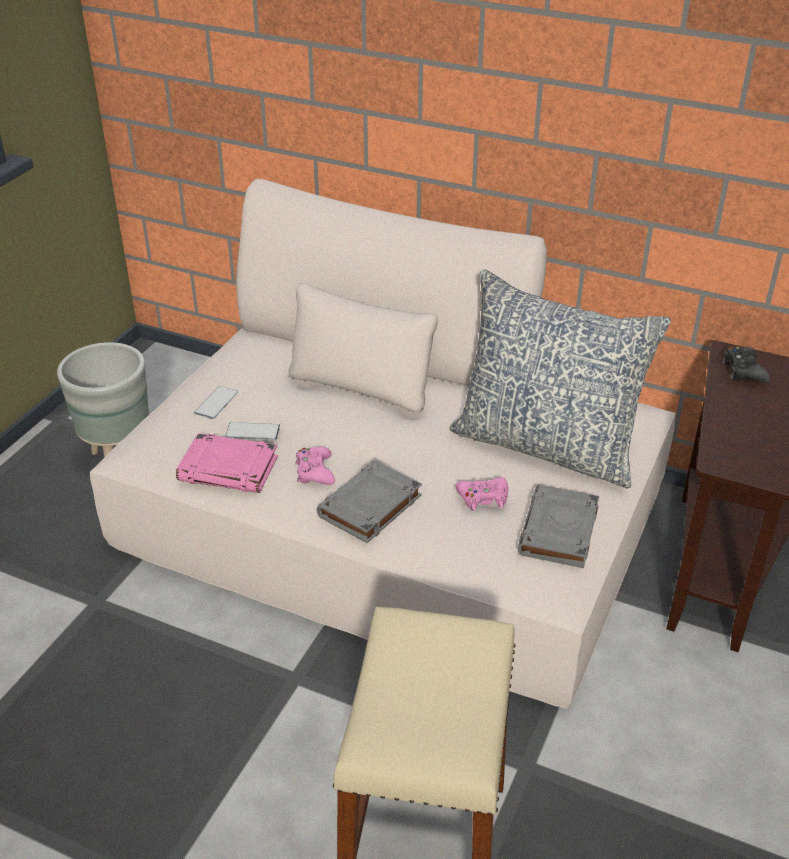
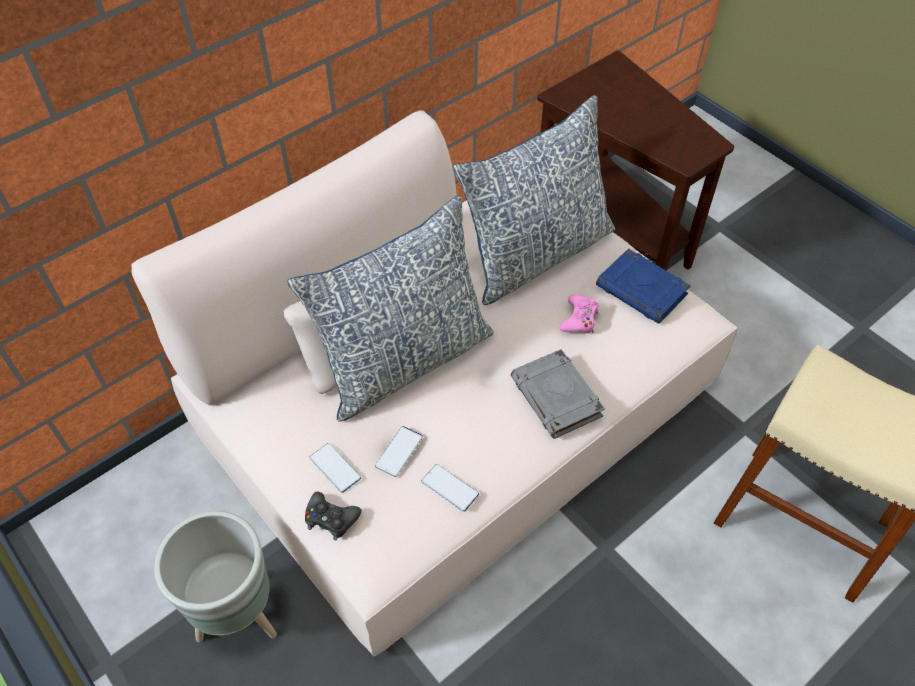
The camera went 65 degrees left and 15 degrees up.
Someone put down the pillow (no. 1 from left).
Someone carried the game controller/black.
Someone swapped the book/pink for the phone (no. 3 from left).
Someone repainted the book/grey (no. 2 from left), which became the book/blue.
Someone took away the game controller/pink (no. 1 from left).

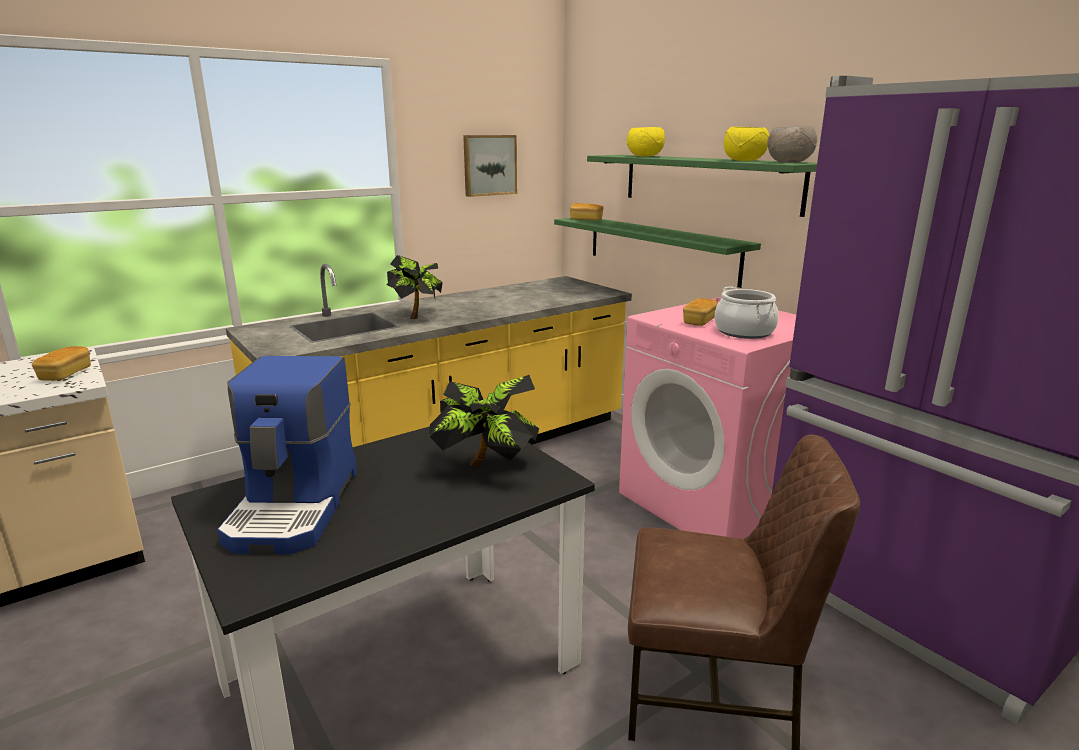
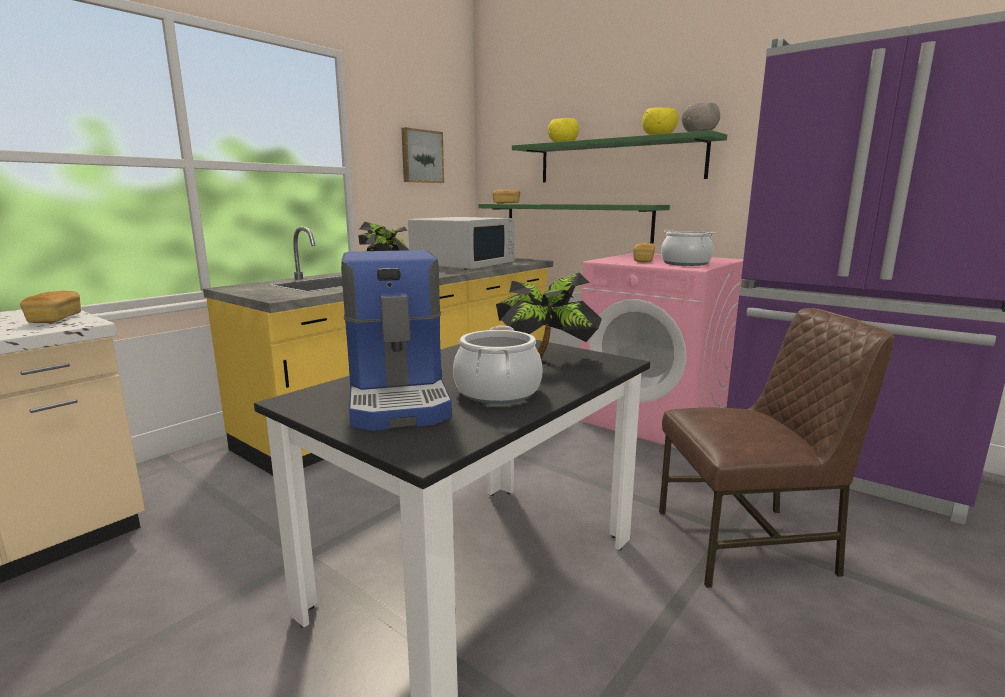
The camera went 15 degrees left and 5 degrees down.
Someone put down the microwave/white.
Someone put down the cooking pot (no. 1 from left).

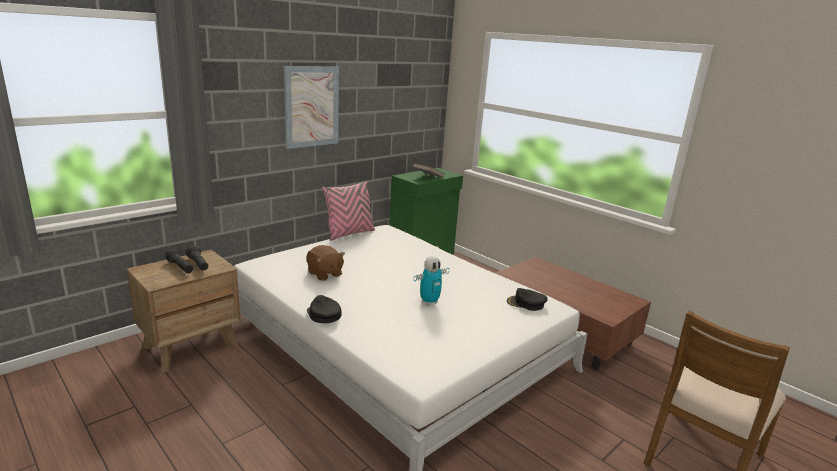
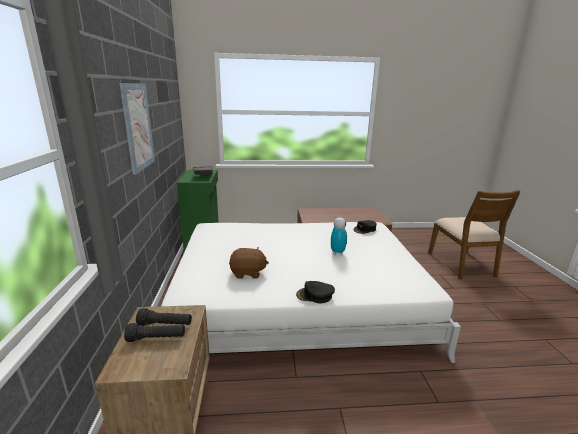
The camera went 50 degrees left and 0 degrees up.
Someone took away the pillow/pink.

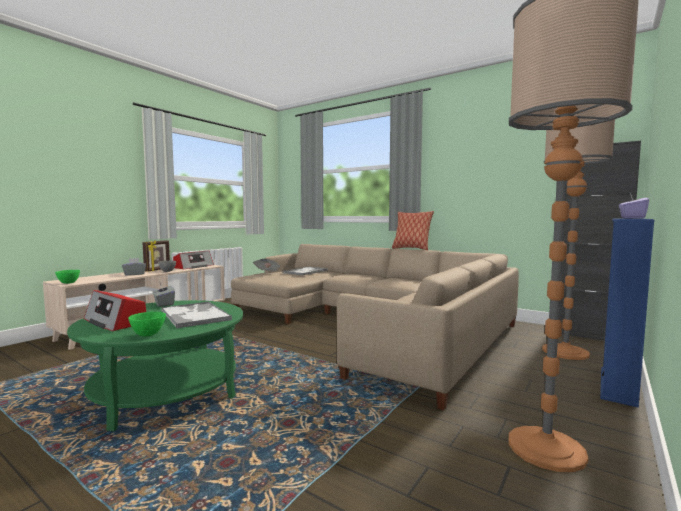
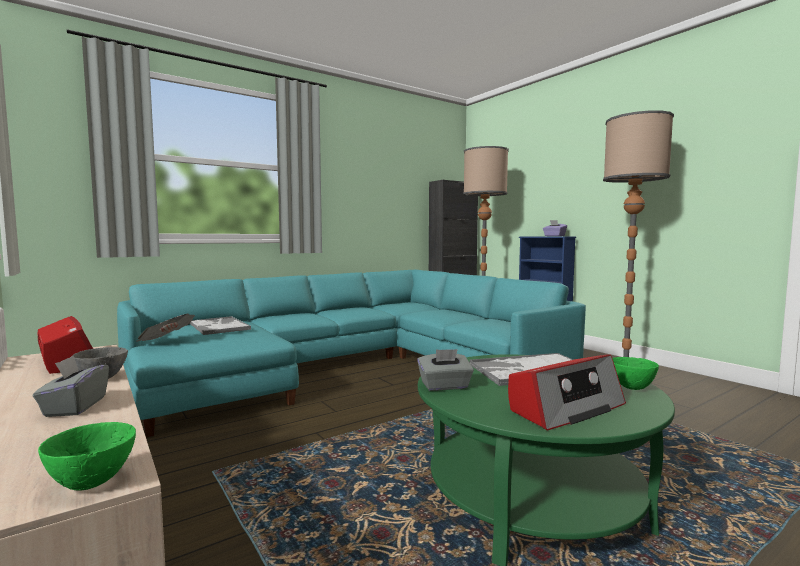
The camera went 70 degrees left and 0 degrees up.
Someone repainted the sofa/beige, which became the sofa/turquoise.
Someone took away the picture frame.
Someone took away the pillow.

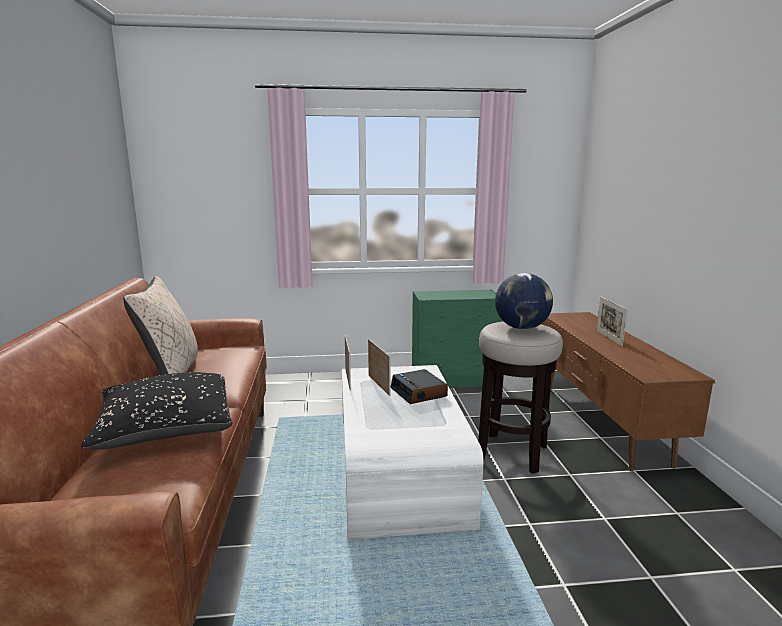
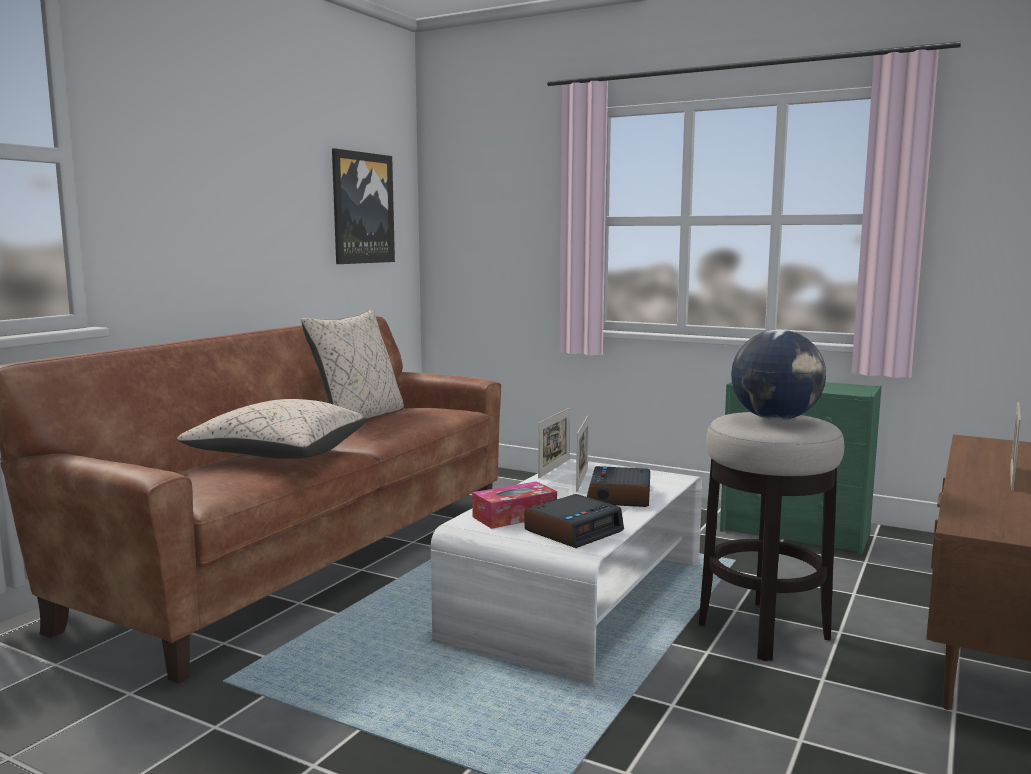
The camera went 35 degrees right and 5 degrees down.
Someone repainted the pillow/black, which became the pillow/beige (no. 1 from left).
Someone put up the picture.
Someone put down the tissue box.
Someone put down the alarm clock (no. 1 from left).

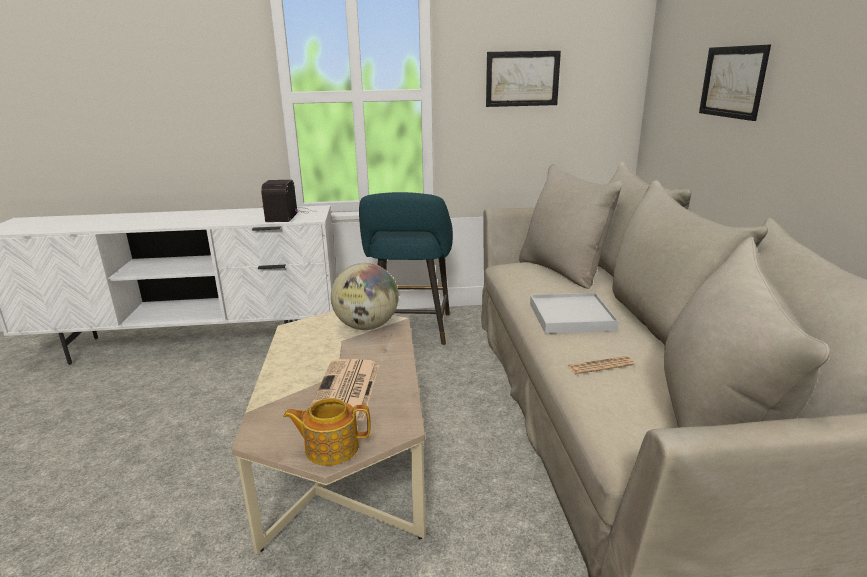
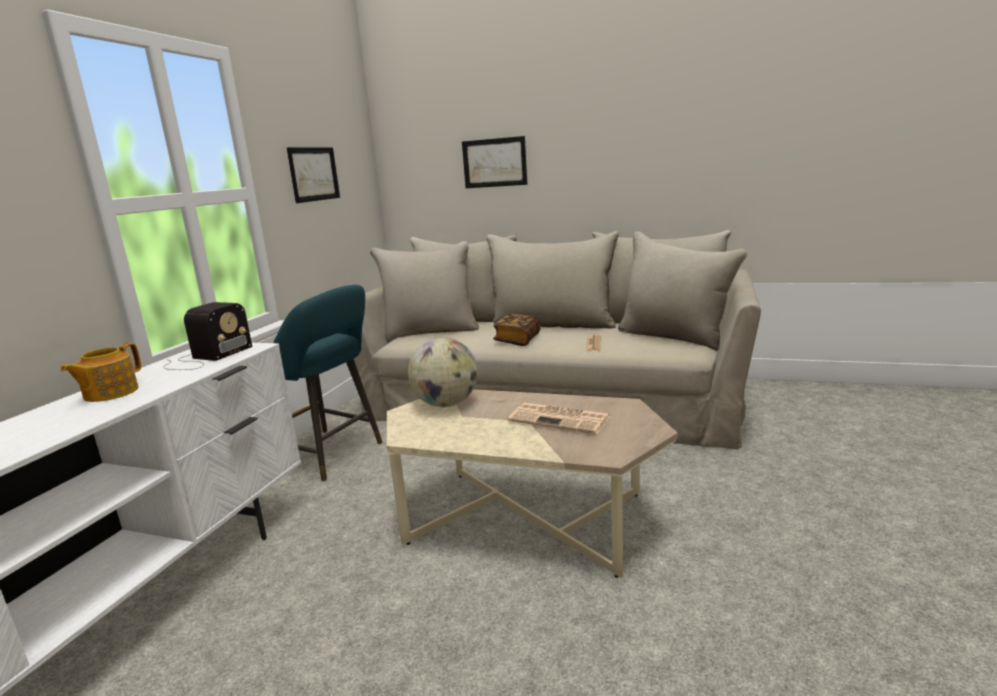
The camera went 65 degrees left and 5 degrees down.
Someone carried the teapot.
Someone rotated the radio by 90 degrees counterclockwise.
Someone swapped the tray/white for the book.

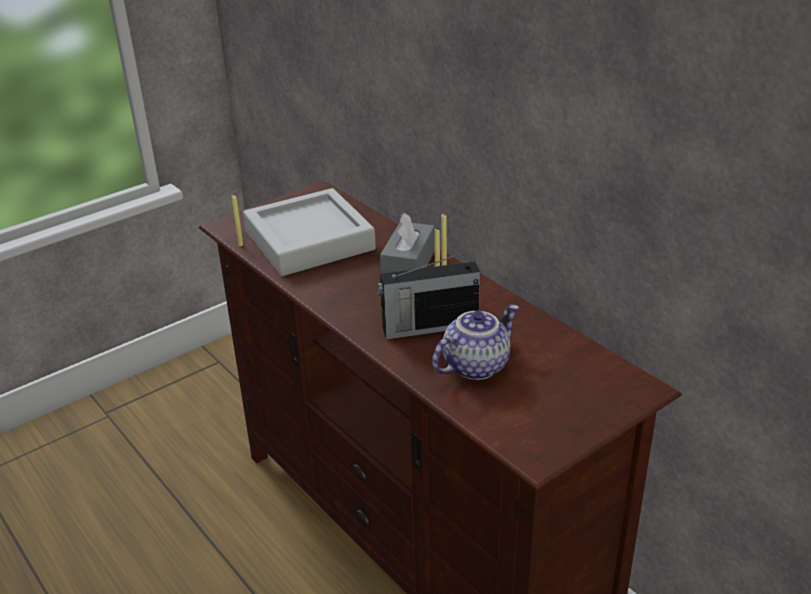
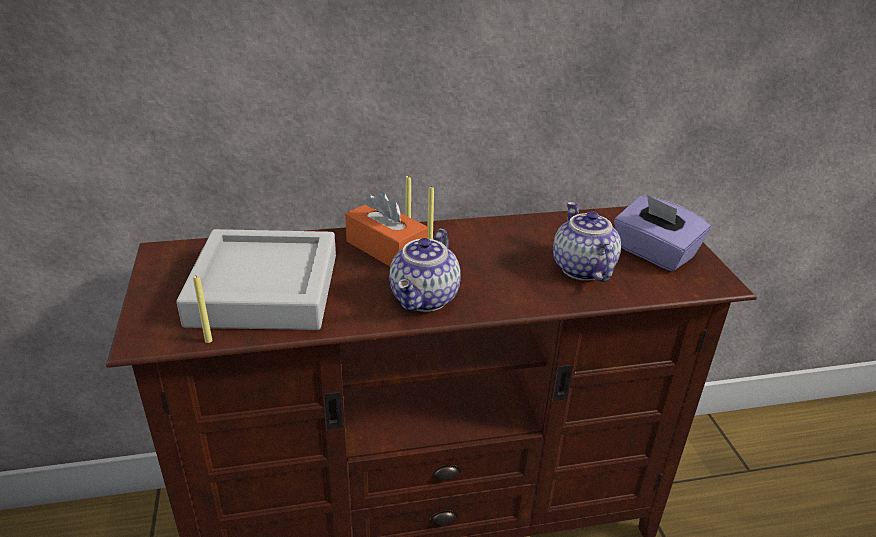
The camera went 65 degrees left and 0 degrees up.
Someone repainted the tissue box/grey, which became the tissue box/orange.
Someone put down the teapot (no. 1 from left).
Someone put down the tissue box/purple.
Someone took away the radio.

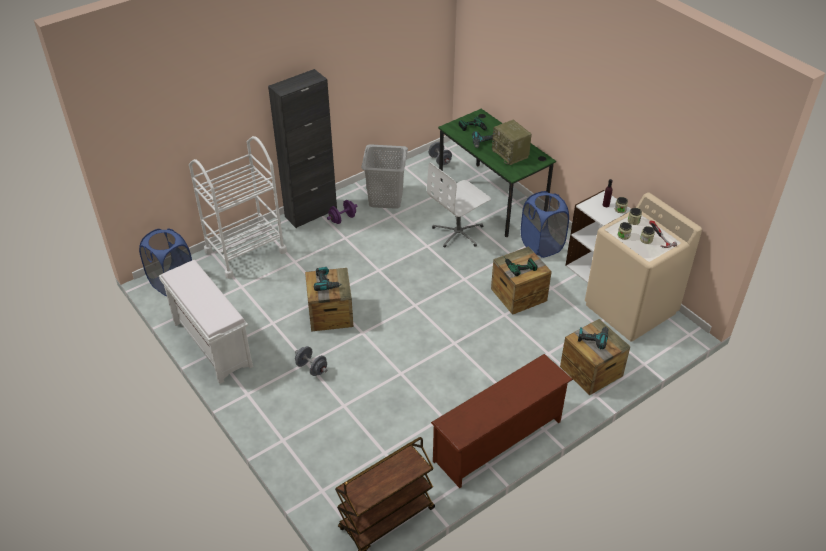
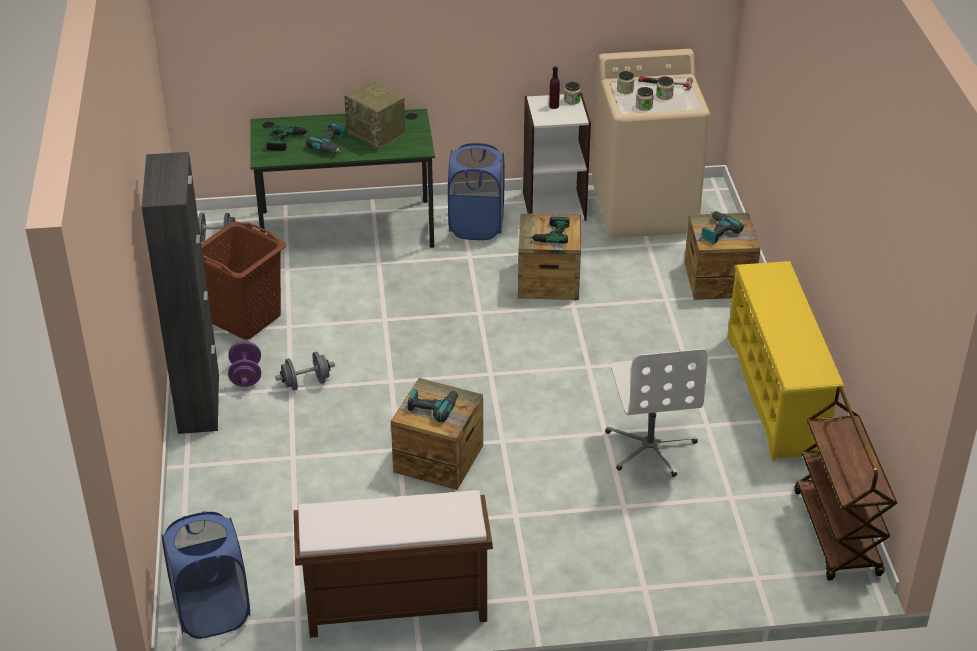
The camera went 60 degrees left and 5 degrees down.
Someone repainted the laundry basket/grey, which became the laundry basket/brown.
Someone carried the dumbbell/grey (no. 1 from left in the first image).
Someone repainted the bench/white, which became the bench/brown.
Someone rotated the radio by 45 degrees clockwise.
Someone carried the office chair/white.
Someone repainted the shoe rack/brown, which became the shoe rack/yellow.
Someone took away the cart/white.

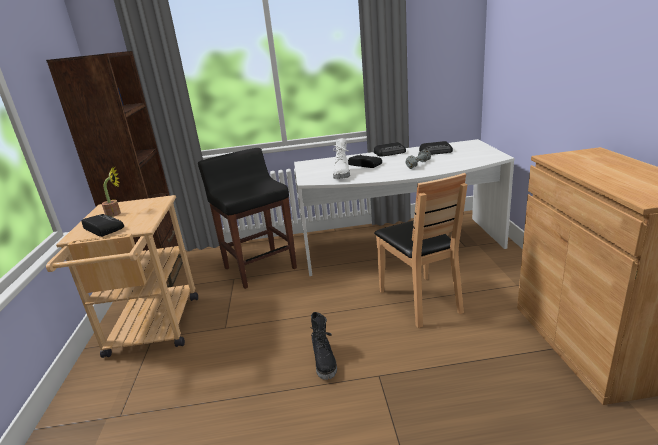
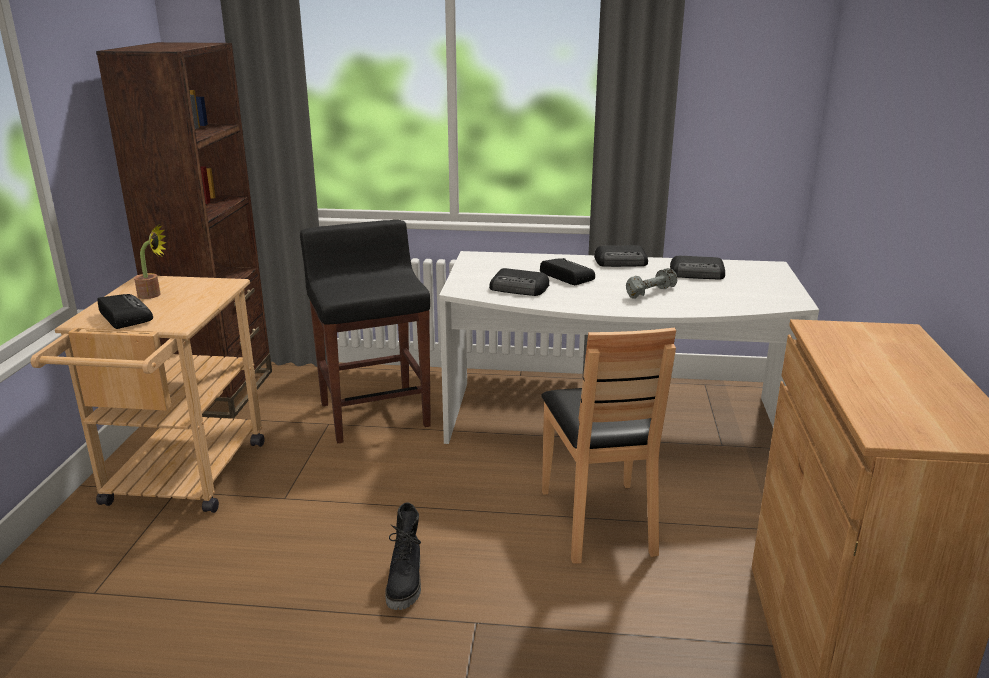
The camera went 10 degrees right and 0 degrees up.
Someone swapped the boot/white for the radio (no. 2 from left).

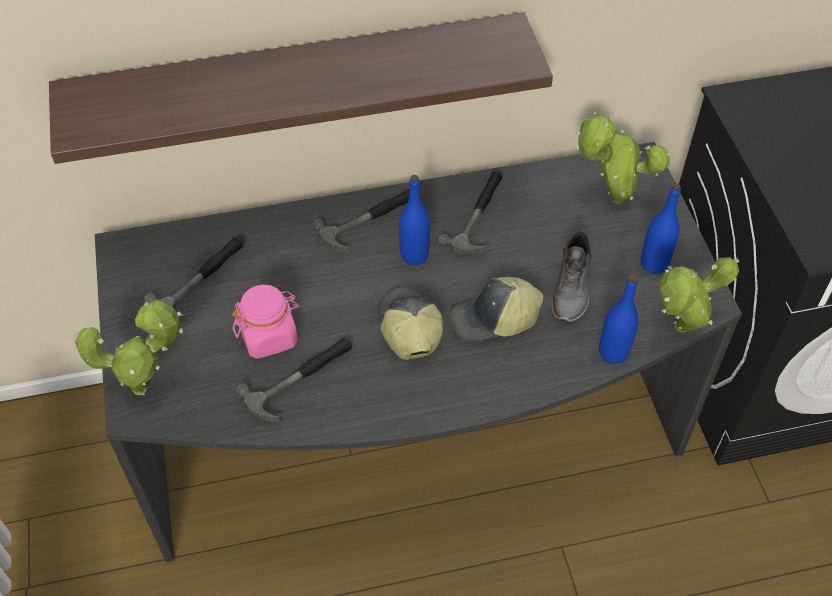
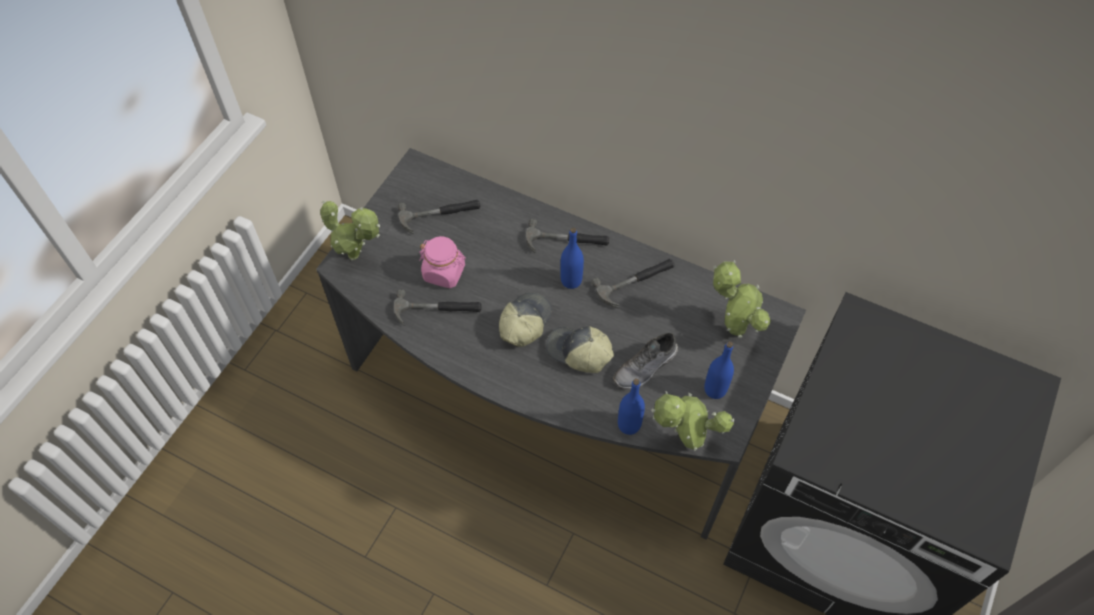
The camera went 40 degrees right and 5 degrees up.
Someone took away the shelf.

